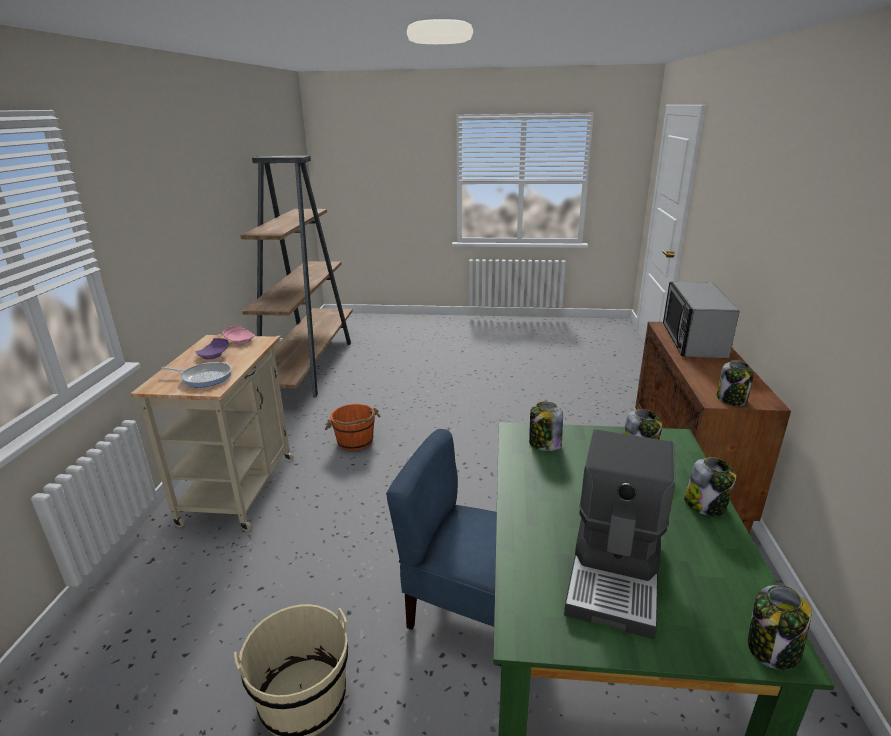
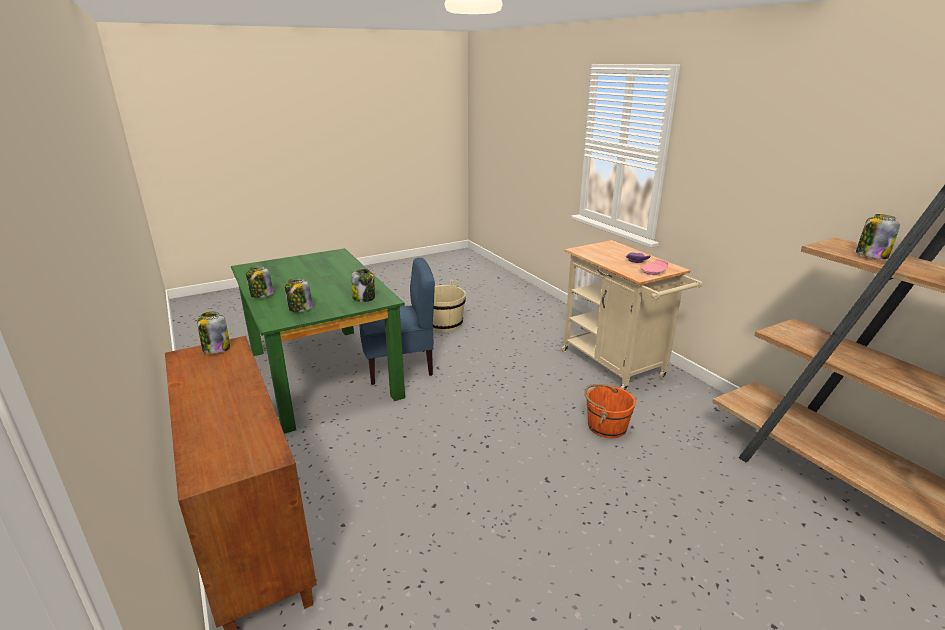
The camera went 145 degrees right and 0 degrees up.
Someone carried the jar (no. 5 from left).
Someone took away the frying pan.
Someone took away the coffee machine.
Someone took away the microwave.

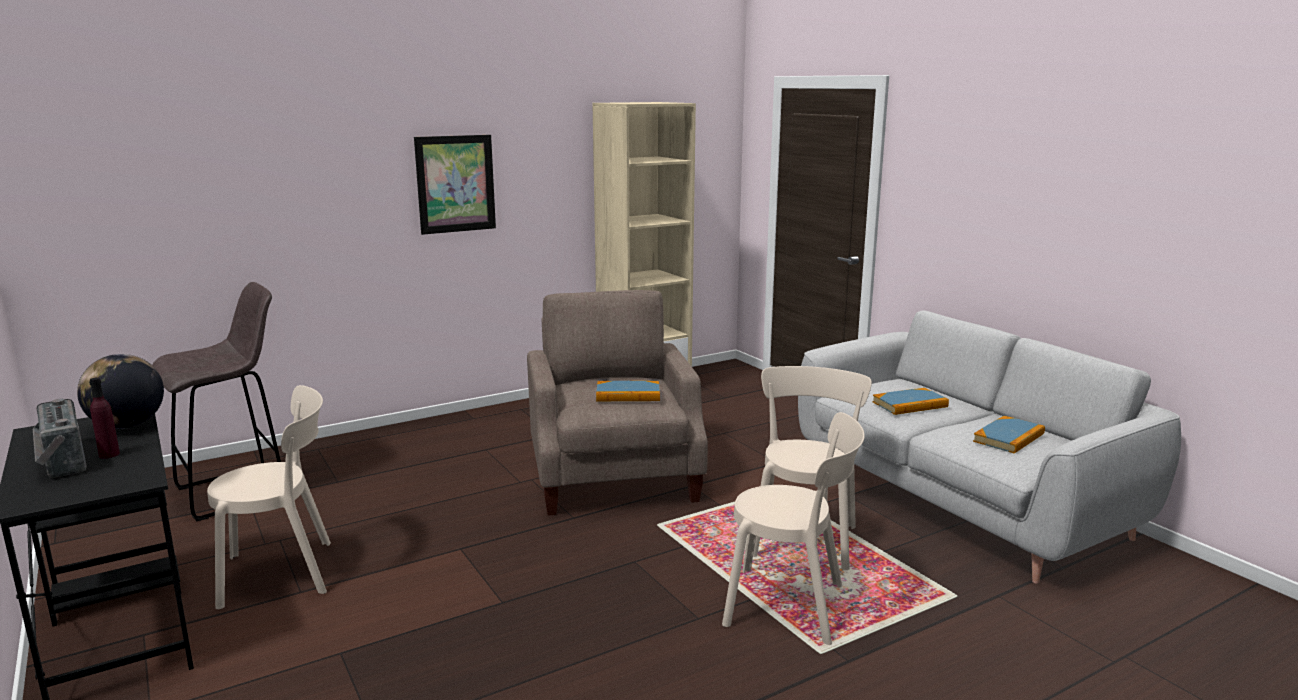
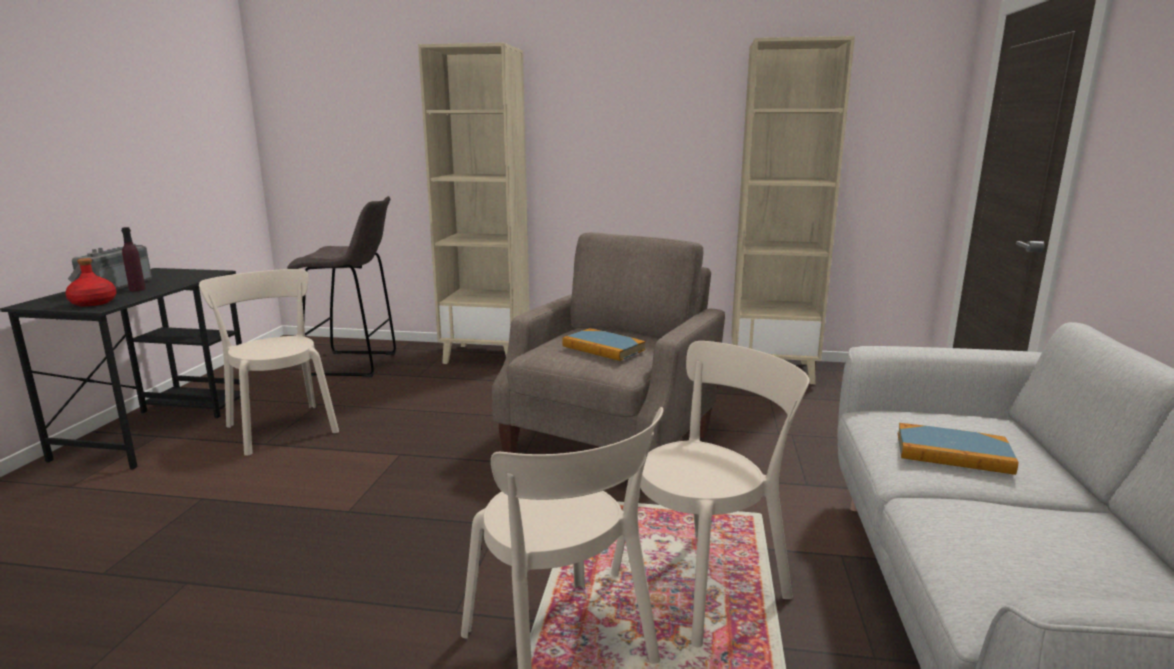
The camera went 40 degrees right and 0 degrees up.
Someone put down the bottle/red.
Someone rotated the chair/beige (no. 1 from left) by 150 degrees counterclockwise.
Someone put down the bookcase/beige (no. 1 from left).
Someone took away the globe.
Someone took away the picture.
Someone took away the book (no. 3 from left).

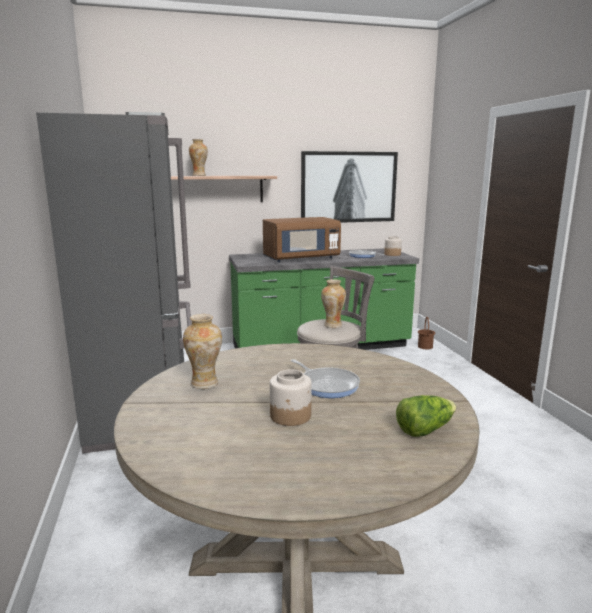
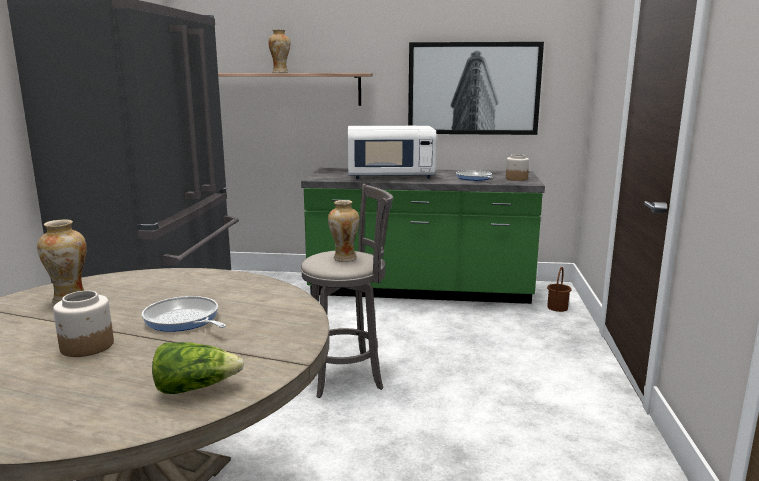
The camera went 20 degrees right and 0 degrees up.
Someone rotated the frying pan (no. 1 from left) by 150 degrees clockwise.
Someone repainted the microwave/brown, which became the microwave/white.

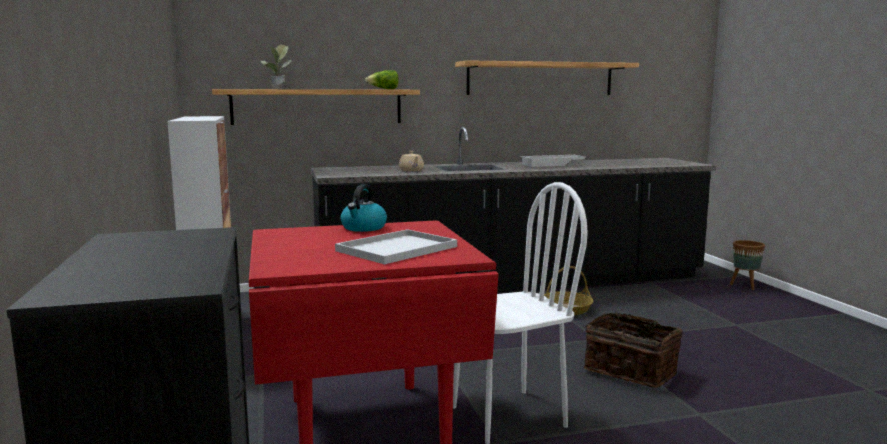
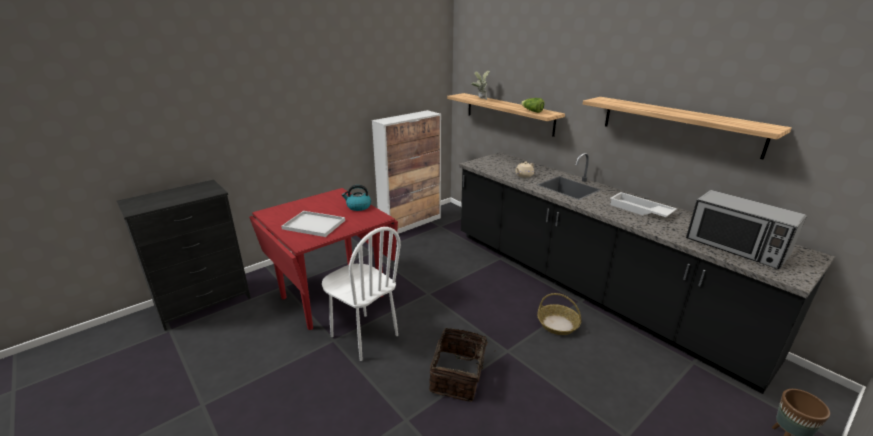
The camera went 65 degrees right and 15 degrees up.
Someone put down the microwave.

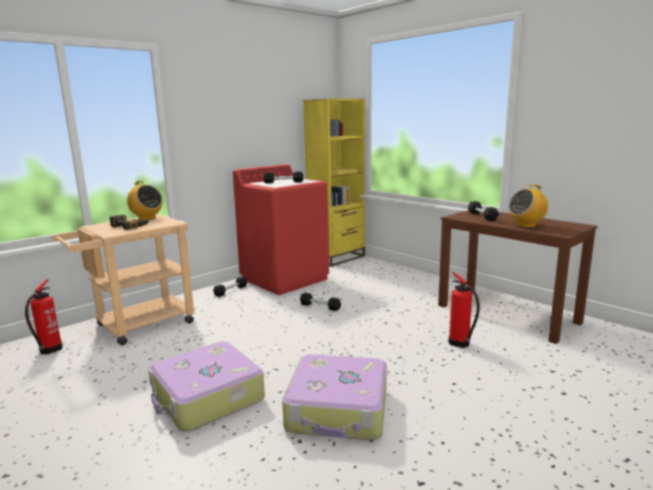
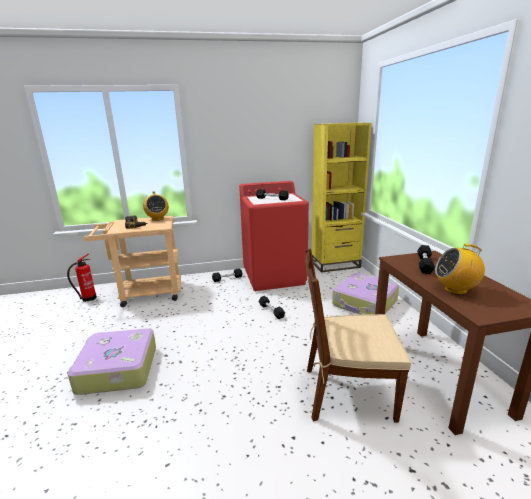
The camera went 30 degrees right and 5 degrees up.
Someone swapped the fire extinguisher (no. 2 from left) for the chair/brown.
Someone carried the suitcase (no. 2 from left).

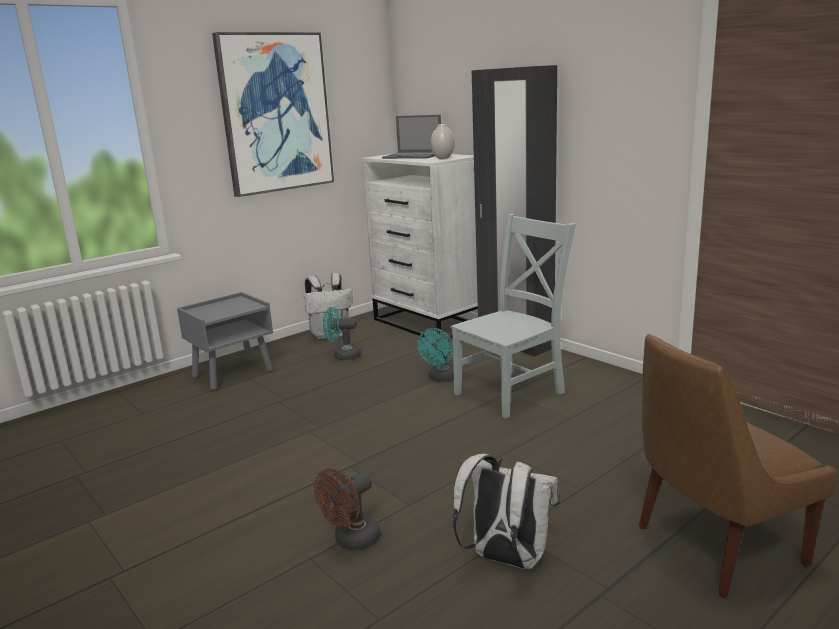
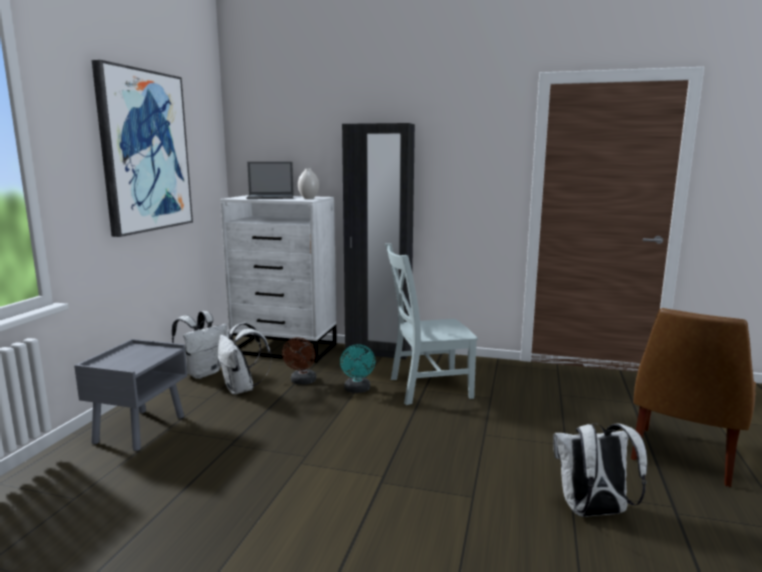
The camera went 35 degrees left and 5 degrees down.
Someone swapped the fan/turquoise (no. 1 from left) for the backpack/white (no. 2 from left).
Someone carried the fan/brown.
Someone rotated the chair/grey by 120 degrees counterclockwise.

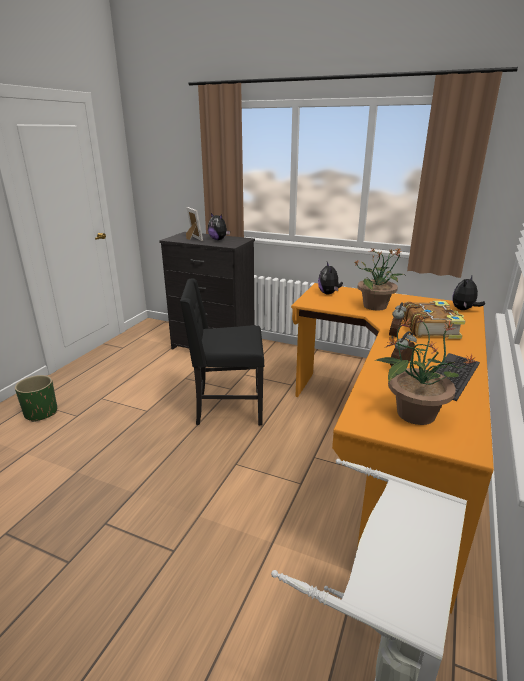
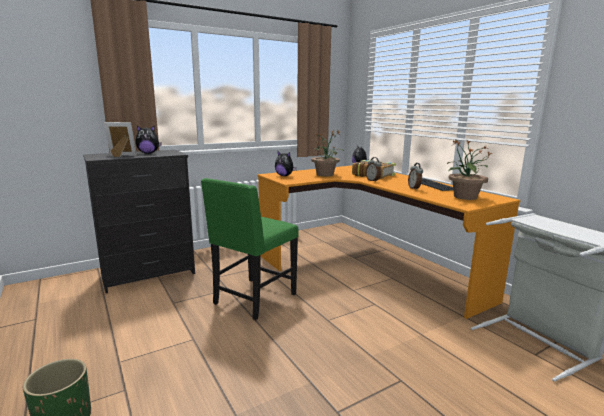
The camera went 55 degrees left and 10 degrees down.
Someone repainted the chair/black, which became the chair/green.

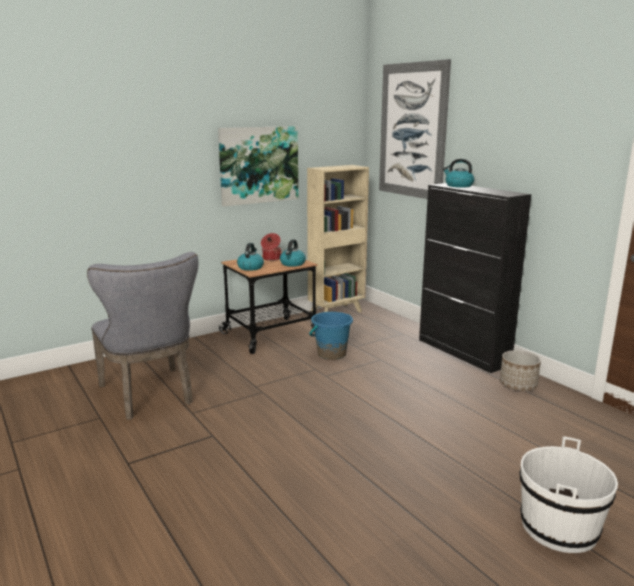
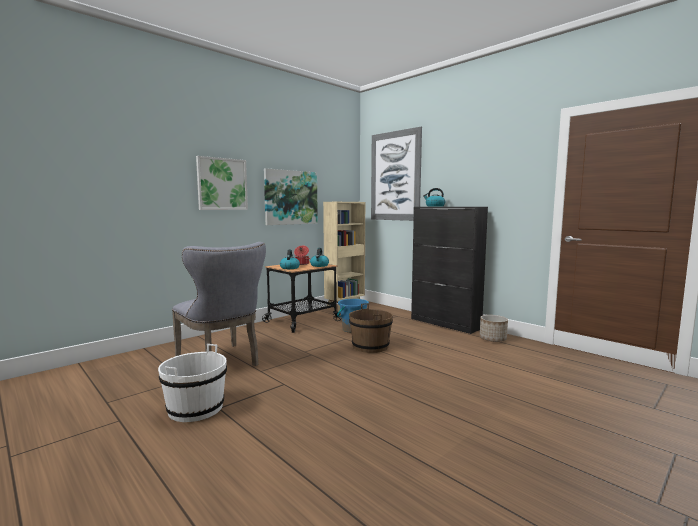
The camera went 10 degrees left and 10 degrees down.
Someone carried the bucket/white.
Someone put up the picture (no. 1 from left).
Someone put down the bucket/brown.

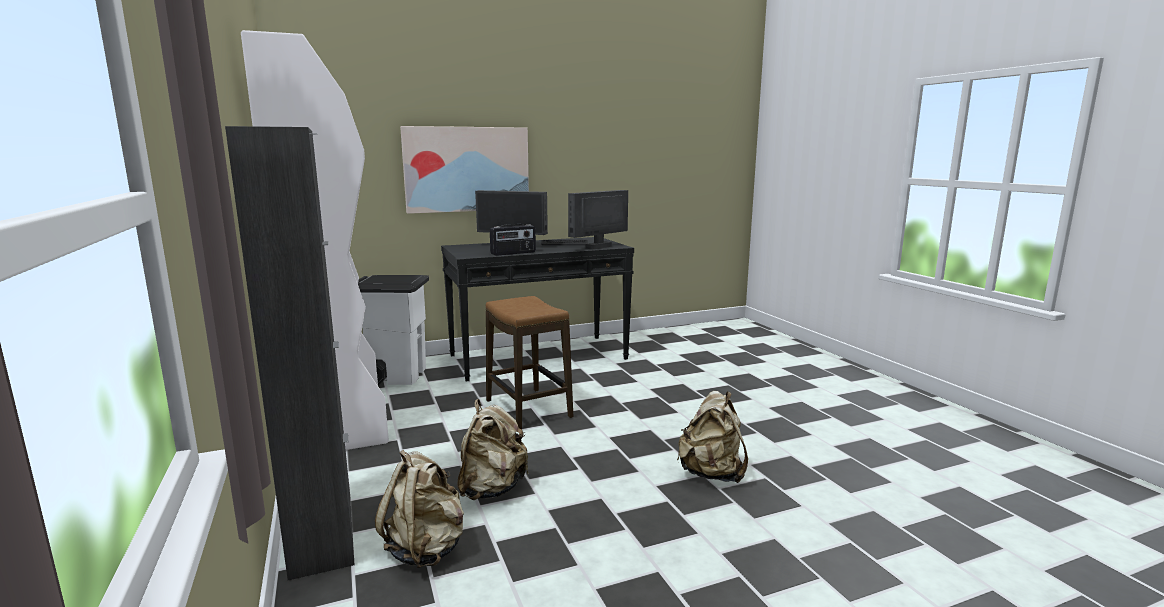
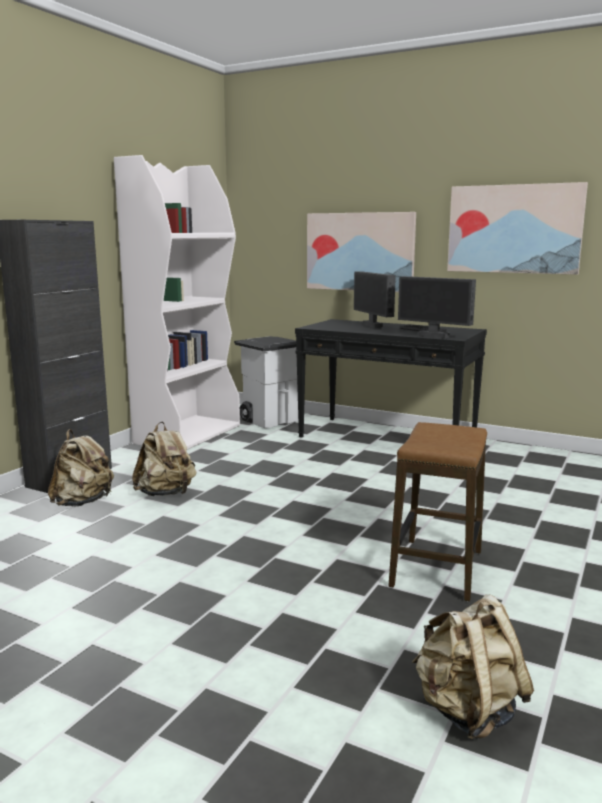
The camera went 50 degrees right and 0 degrees up.
Someone carried the stool.
Someone rotated the monitor (no. 2 from left) by 150 degrees counterclockwise.
Someone carried the backpack/beige (no. 3 from left).
Someone put up the picture (no. 2 from left).
Someone took away the radio.

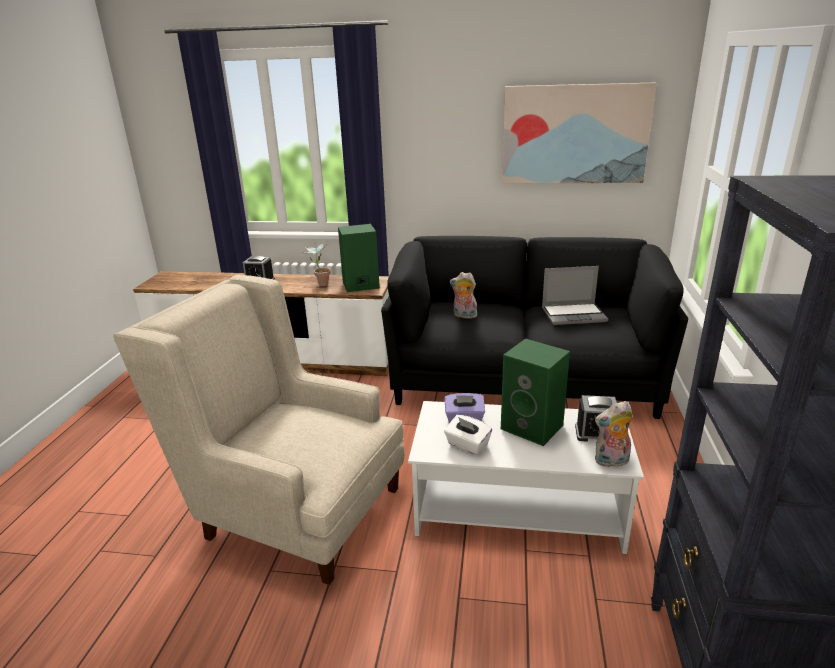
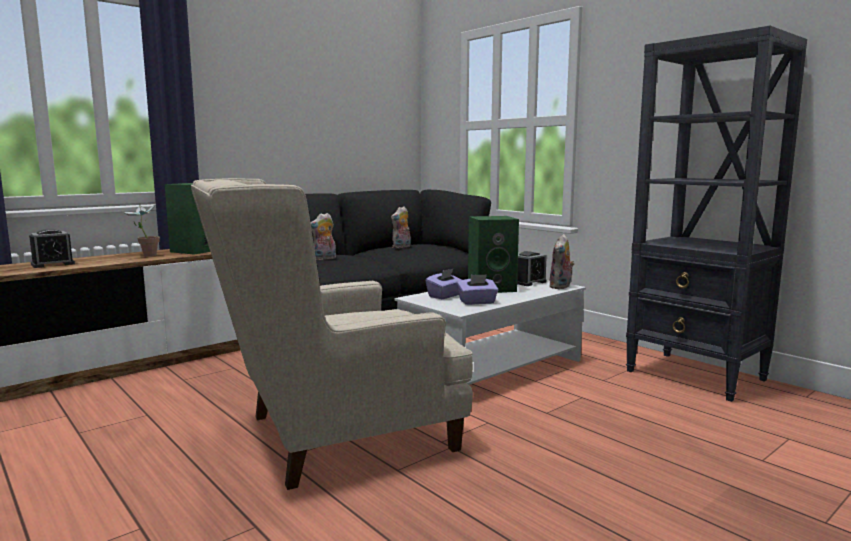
The camera went 50 degrees left and 15 degrees down.
Someone swapped the laptop for the plush toy (no. 2 from left).
Someone repainted the tissue box/white, which became the tissue box/purple (no. 2 from left).
Someone took away the picture.

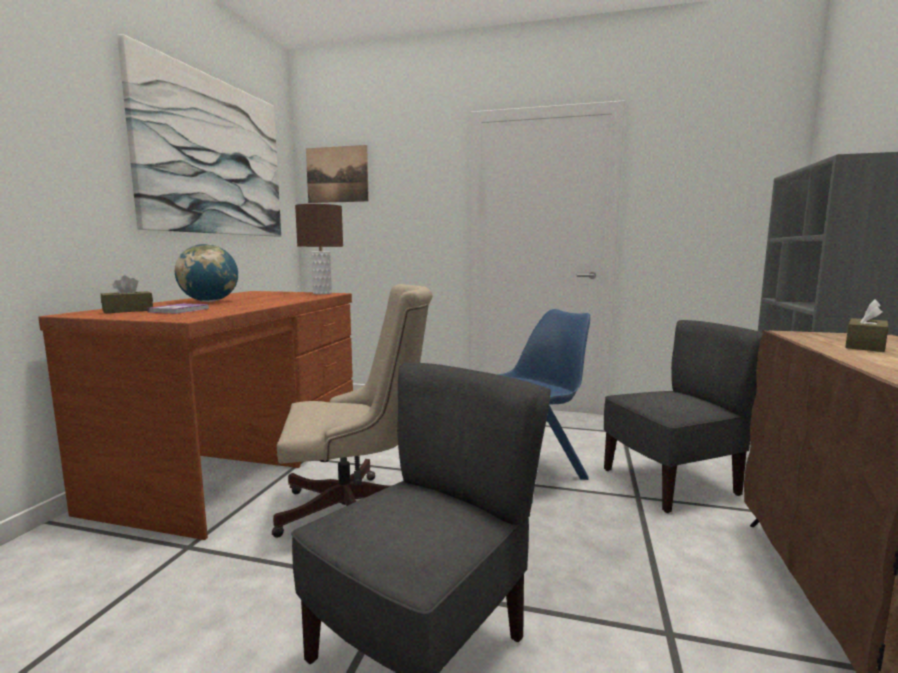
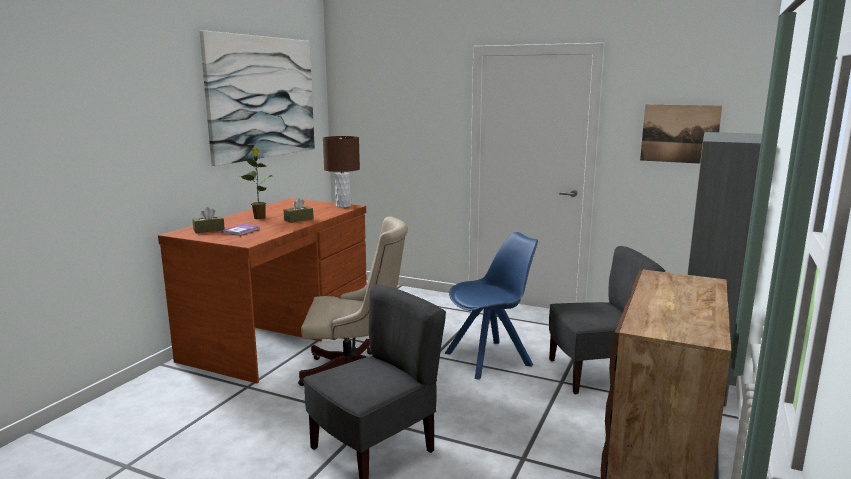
The camera went 10 degrees right and 5 degrees up.
Someone swapped the globe for the potted plant.
Someone carried the tissue box/brown (no. 2 from left).
Someone carried the picture (no. 2 from left).

